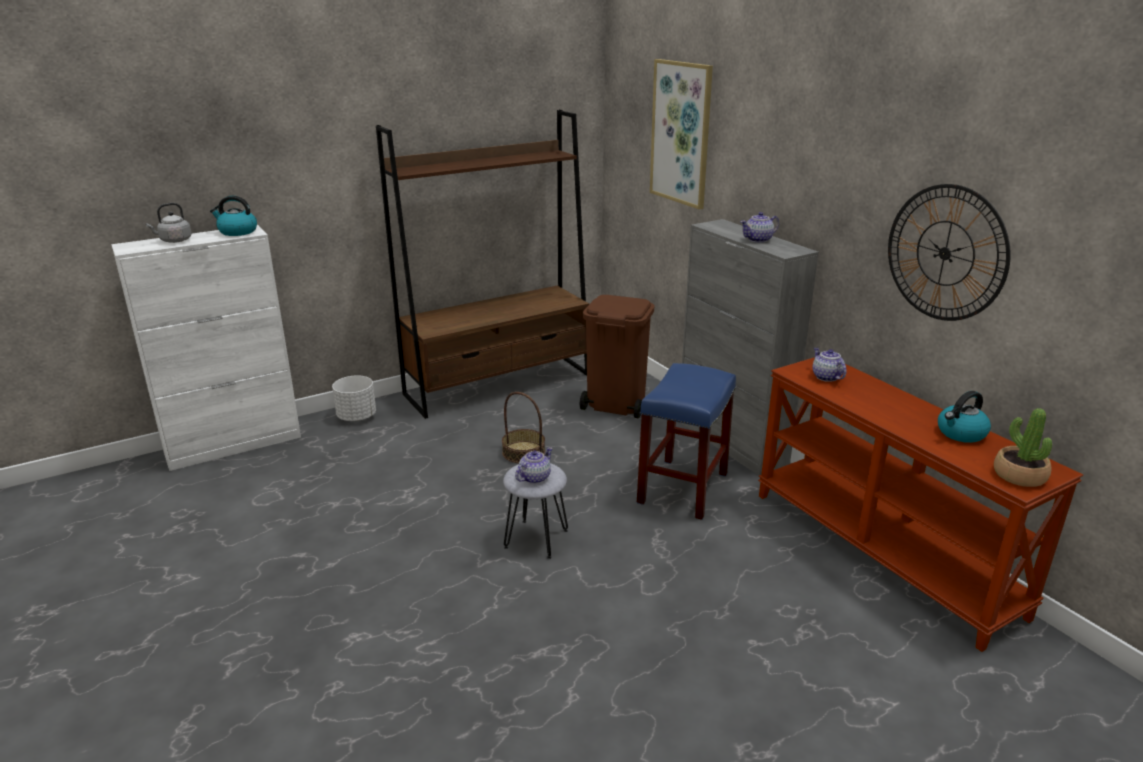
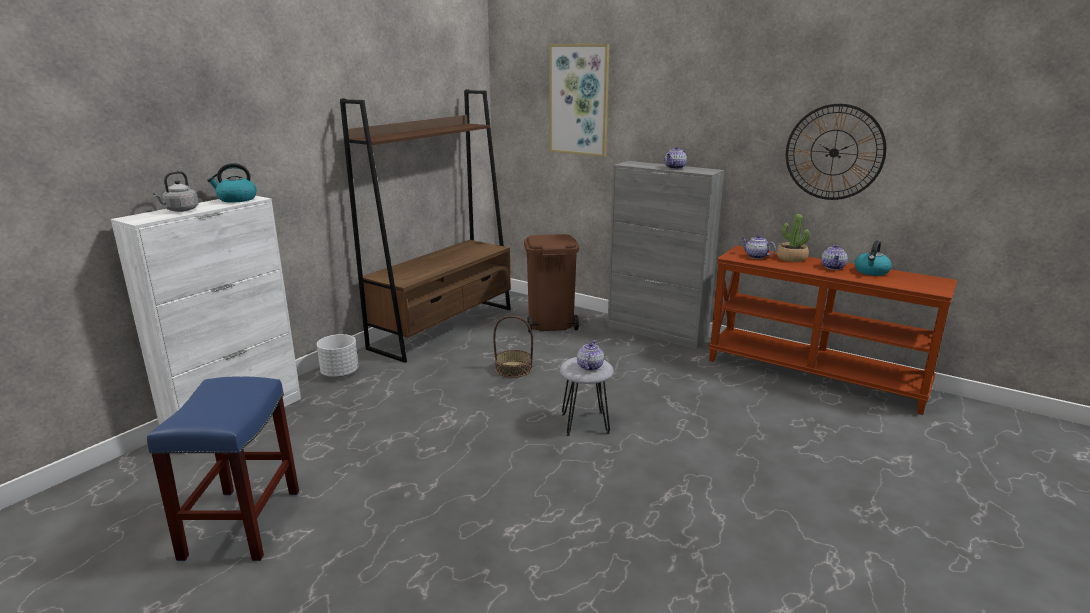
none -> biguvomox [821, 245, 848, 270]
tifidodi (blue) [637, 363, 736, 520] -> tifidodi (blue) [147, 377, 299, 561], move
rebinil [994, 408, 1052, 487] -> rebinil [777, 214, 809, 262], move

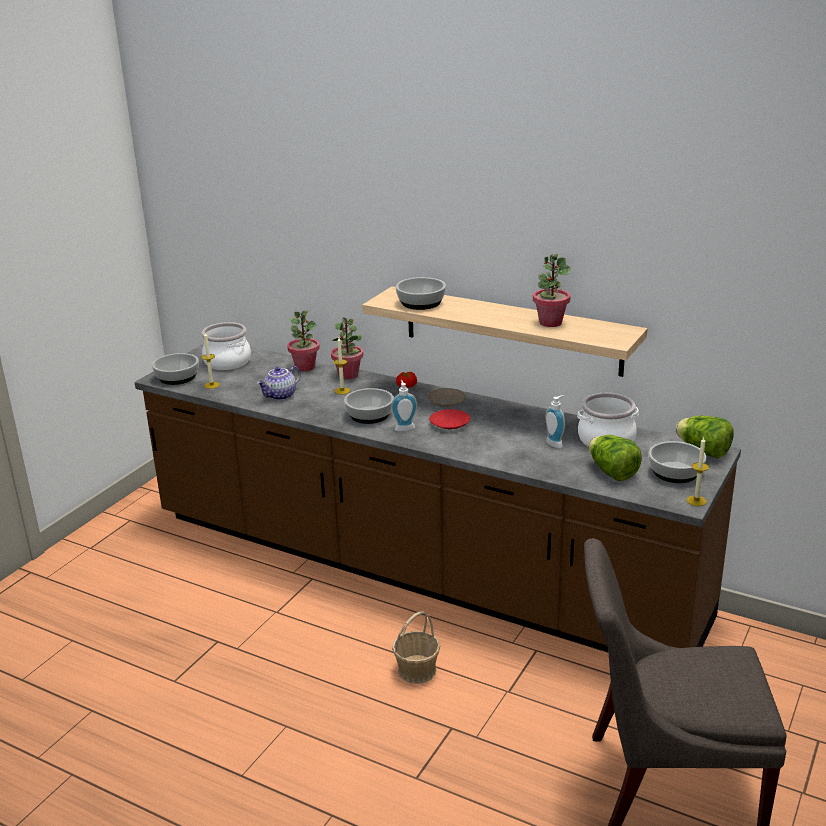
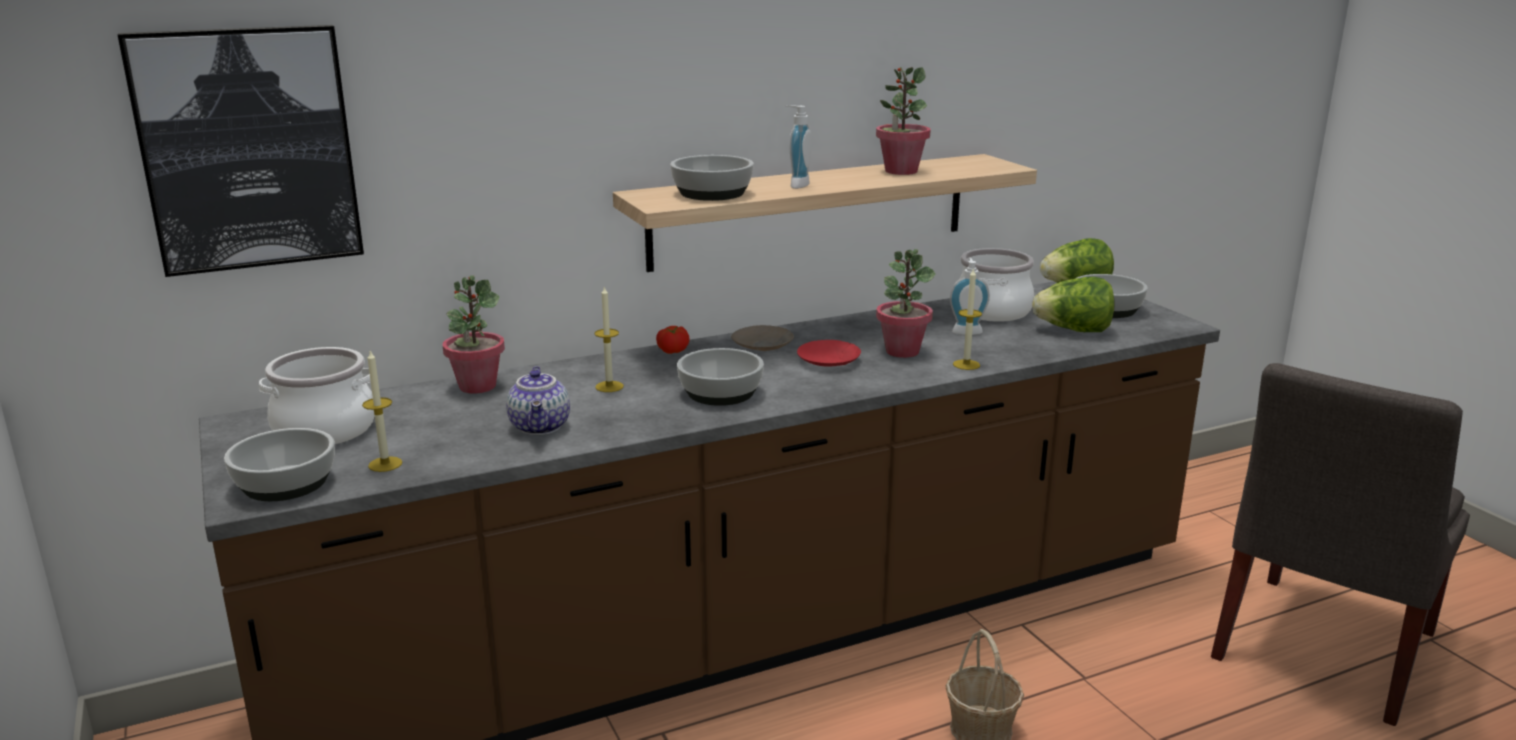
none -> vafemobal [118, 25, 364, 277]
rebinil [331, 317, 363, 379] -> rebinil [876, 249, 936, 358], move
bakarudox [391, 380, 417, 431] -> bakarudox [785, 105, 812, 189], move
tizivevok [687, 437, 709, 506] -> tizivevok [953, 268, 982, 370], move

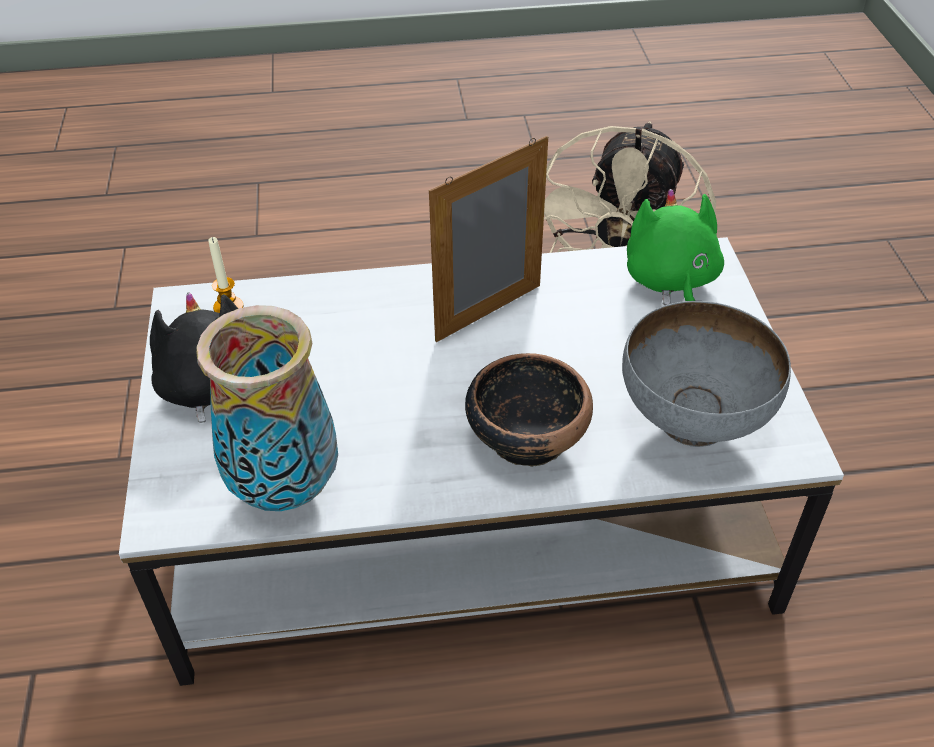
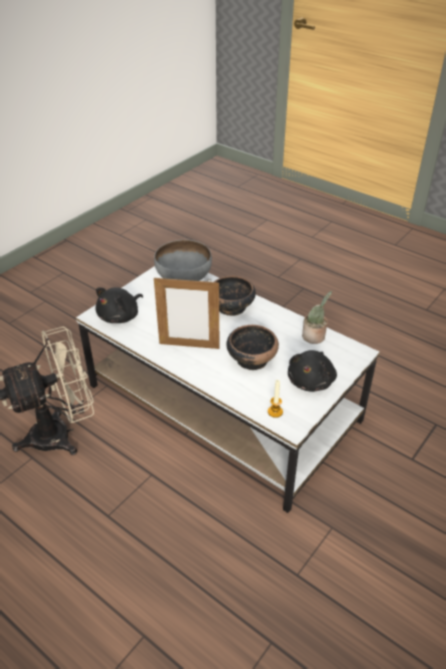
none -> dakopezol [227, 325, 279, 370]
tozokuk [196, 305, 338, 511] -> rebinil [302, 291, 332, 344]
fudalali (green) [627, 189, 724, 305] -> fudalali (black) [95, 287, 143, 323]

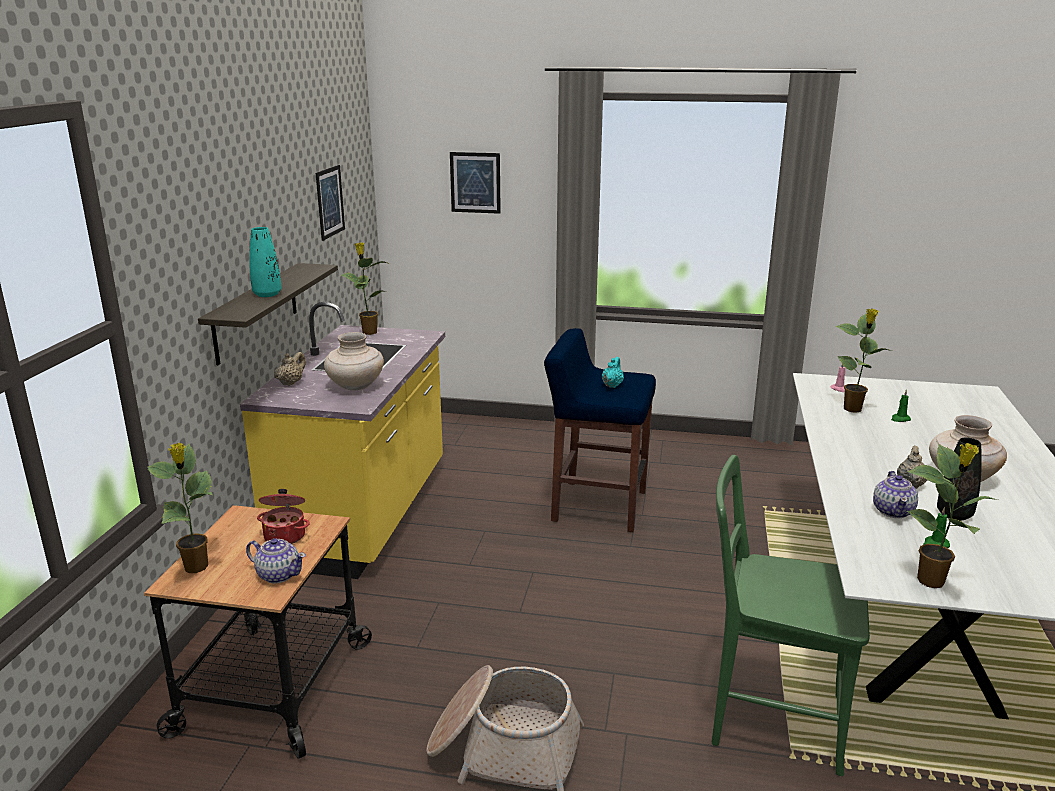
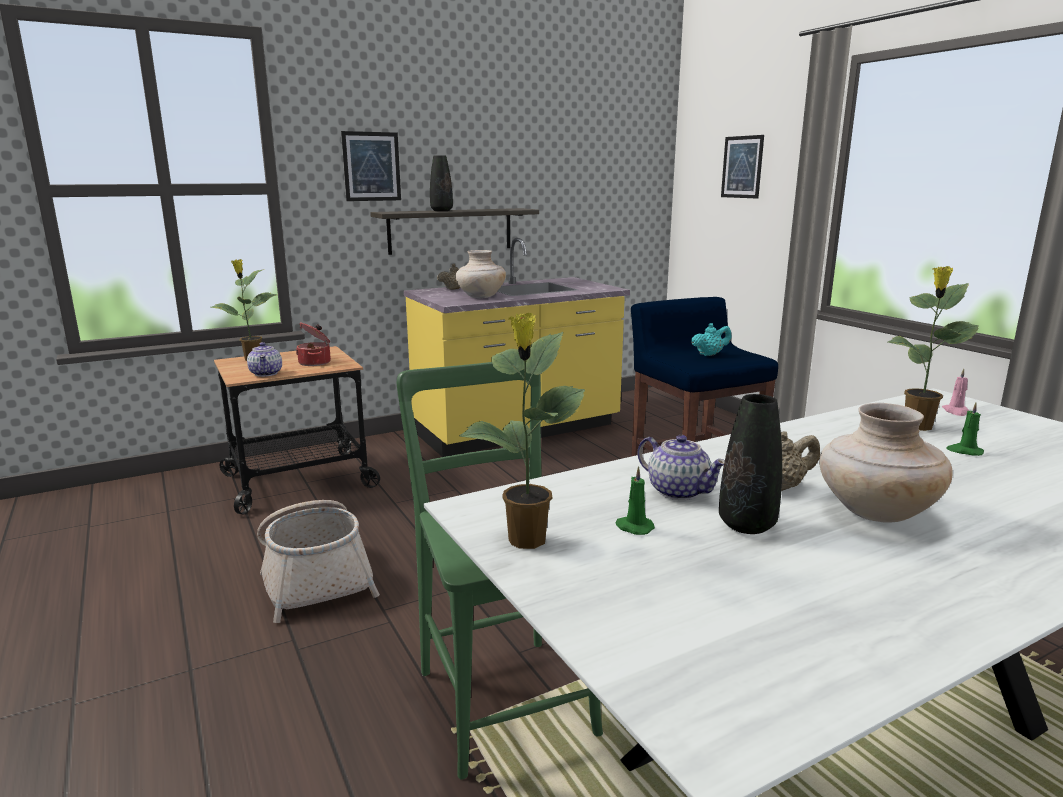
rebinil [341, 243, 390, 335] -> none
vafemobal [316, 165, 345, 241] -> vafemobal [341, 131, 401, 201], move
tozokuk (turquoise) [249, 227, 281, 297] -> tozokuk (black) [430, 155, 453, 211]
biguvomox [873, 471, 918, 518] -> biguvomox [637, 435, 725, 500], 105 degrees counterclockwise

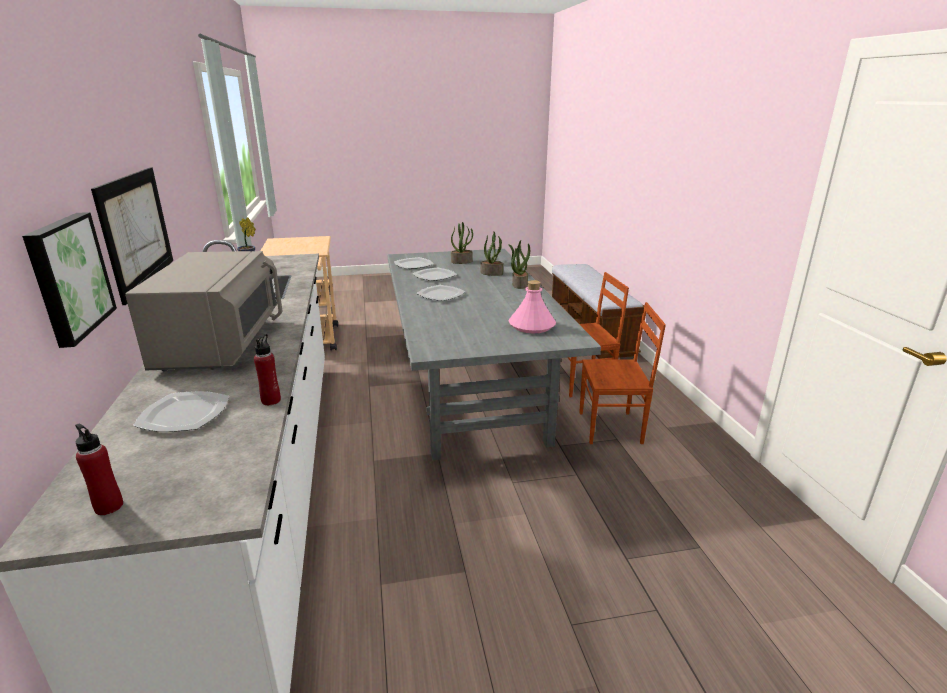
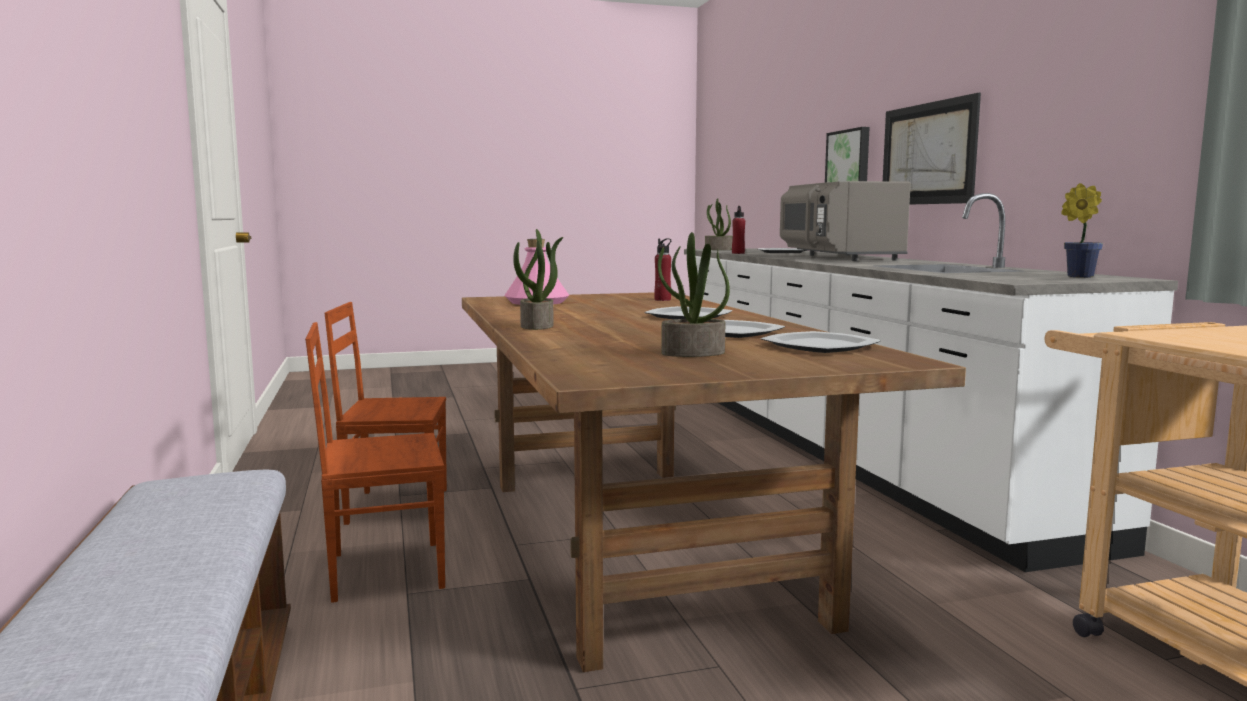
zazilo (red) [75, 424, 123, 515] -> zazilo (red) [654, 238, 671, 301], move
rebinil [481, 231, 503, 276] -> rebinil [705, 198, 733, 250], move
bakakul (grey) [388, 249, 601, 460] -> bakakul (brown) [462, 292, 966, 672]

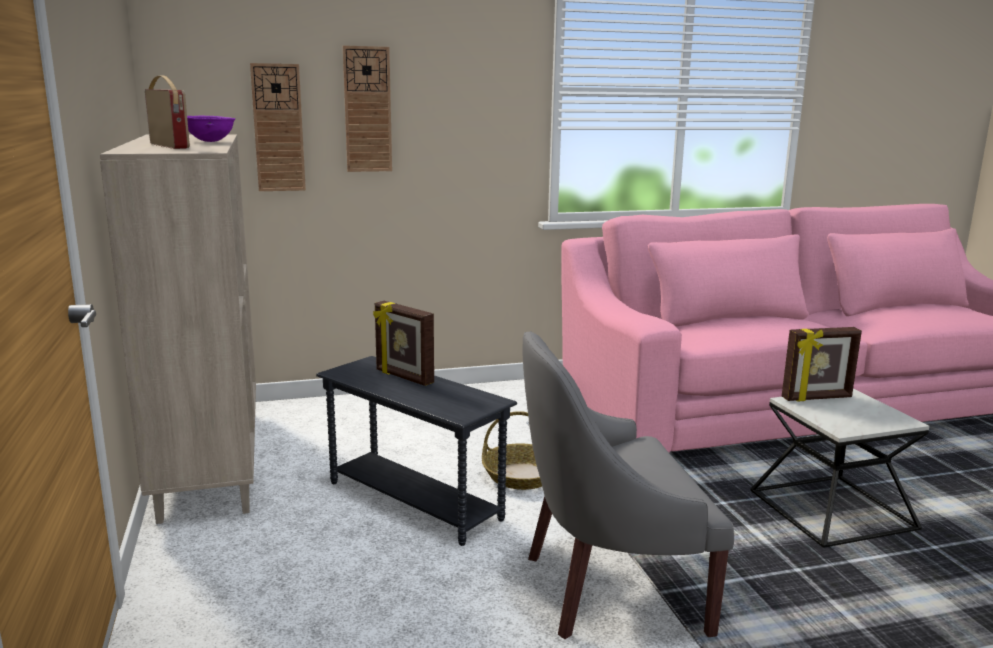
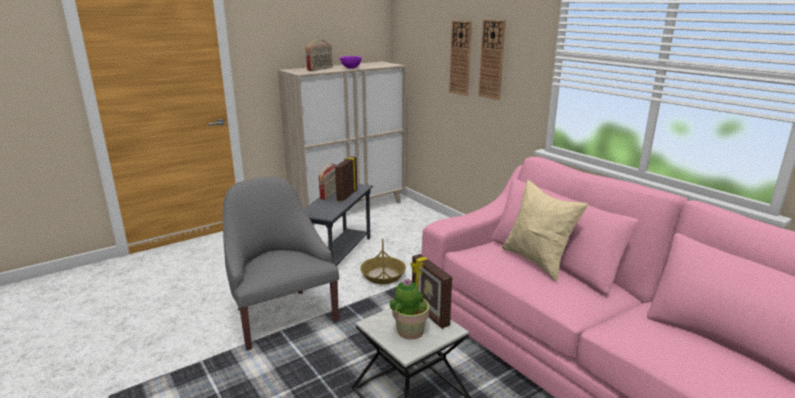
none -> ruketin [319, 163, 336, 200]
none -> rebinil [390, 278, 429, 340]
none -> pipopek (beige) [502, 180, 588, 282]
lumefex [250, 63, 306, 191] -> lumefex [479, 20, 506, 100], move

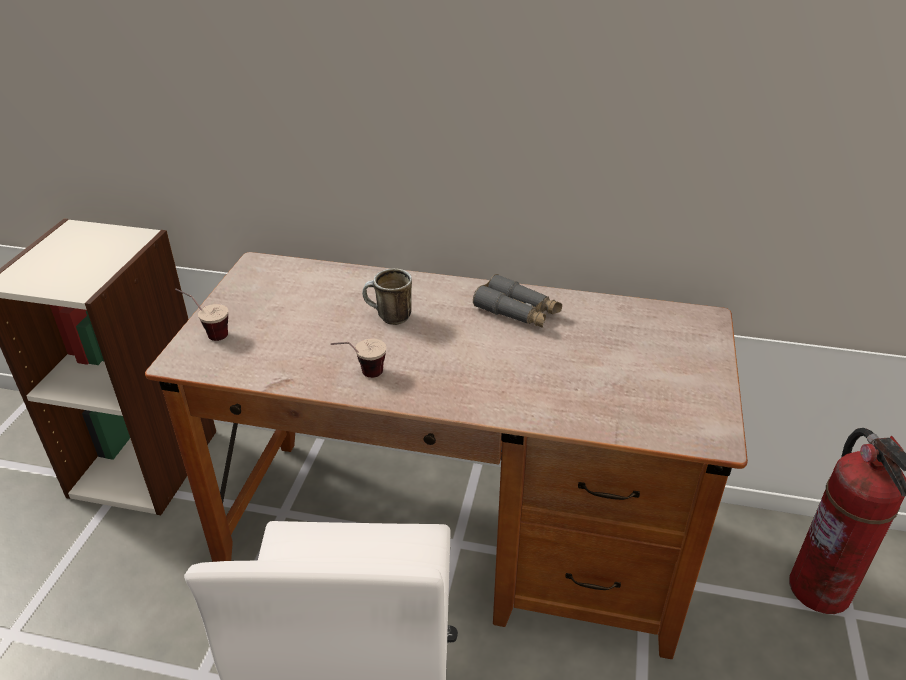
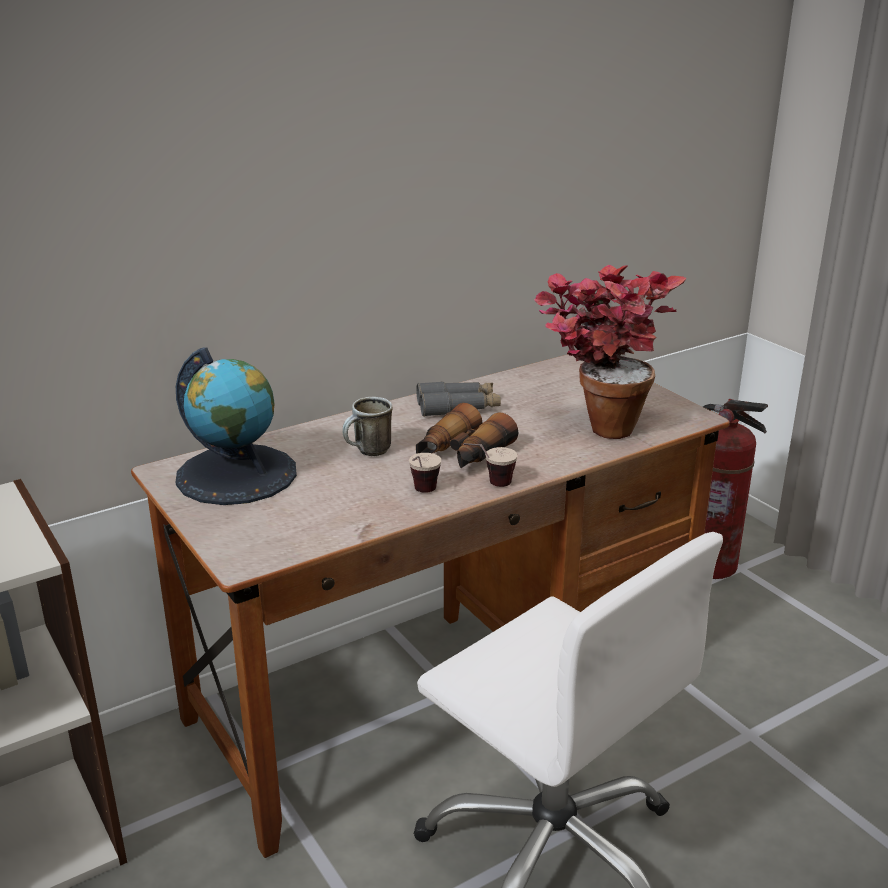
none -> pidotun [175, 347, 297, 505]
none -> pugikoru [416, 403, 518, 468]
none -> rebinil [534, 265, 686, 439]
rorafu [175, 288, 228, 341] -> rorafu [463, 443, 517, 487], move

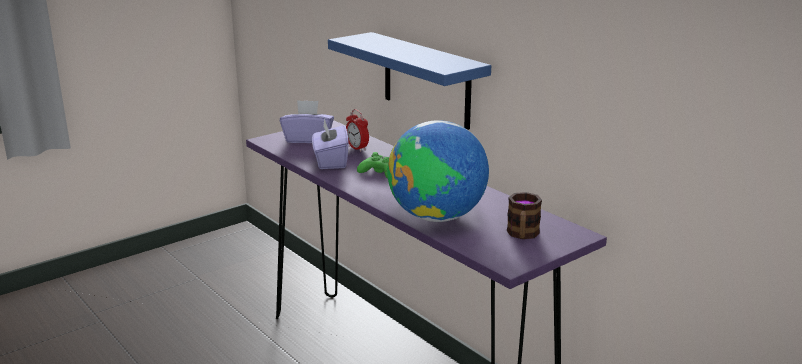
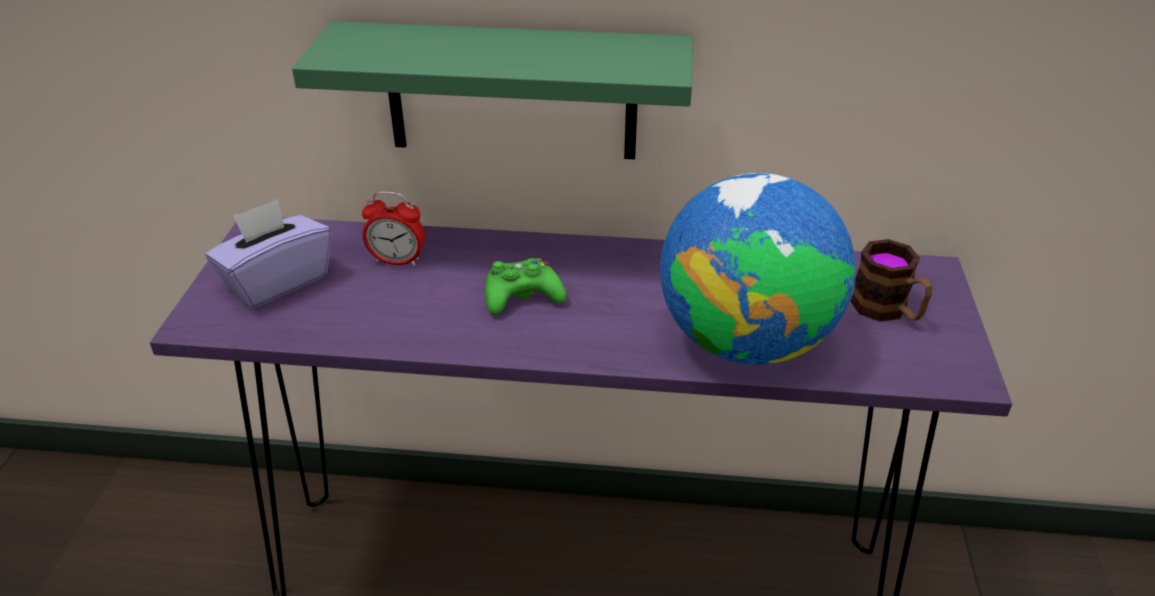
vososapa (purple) [312, 119, 349, 169] -> none
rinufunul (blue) [328, 32, 491, 130] -> rinufunul (green) [292, 21, 693, 159]

